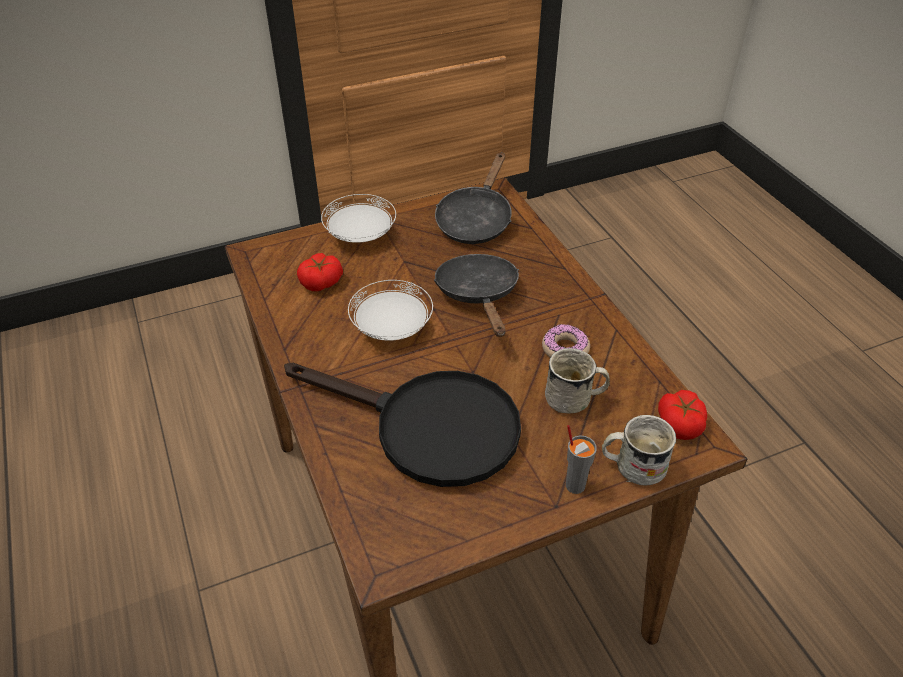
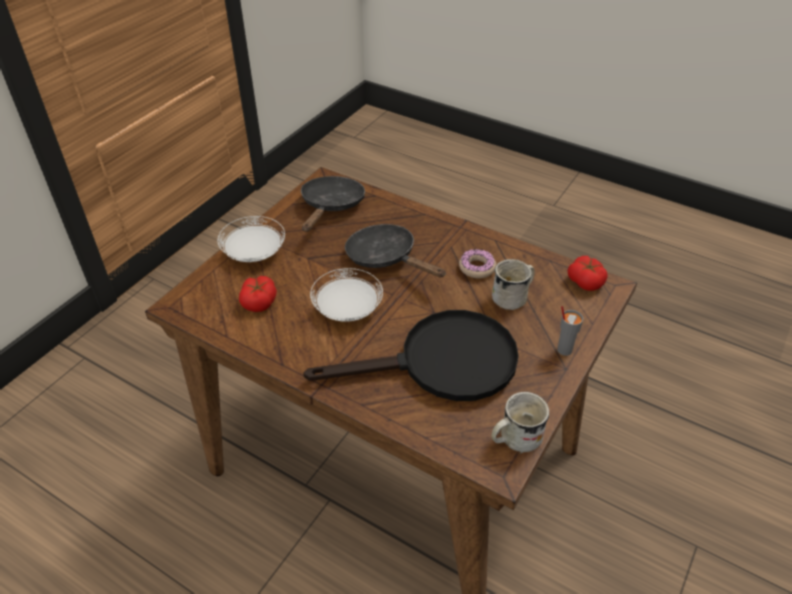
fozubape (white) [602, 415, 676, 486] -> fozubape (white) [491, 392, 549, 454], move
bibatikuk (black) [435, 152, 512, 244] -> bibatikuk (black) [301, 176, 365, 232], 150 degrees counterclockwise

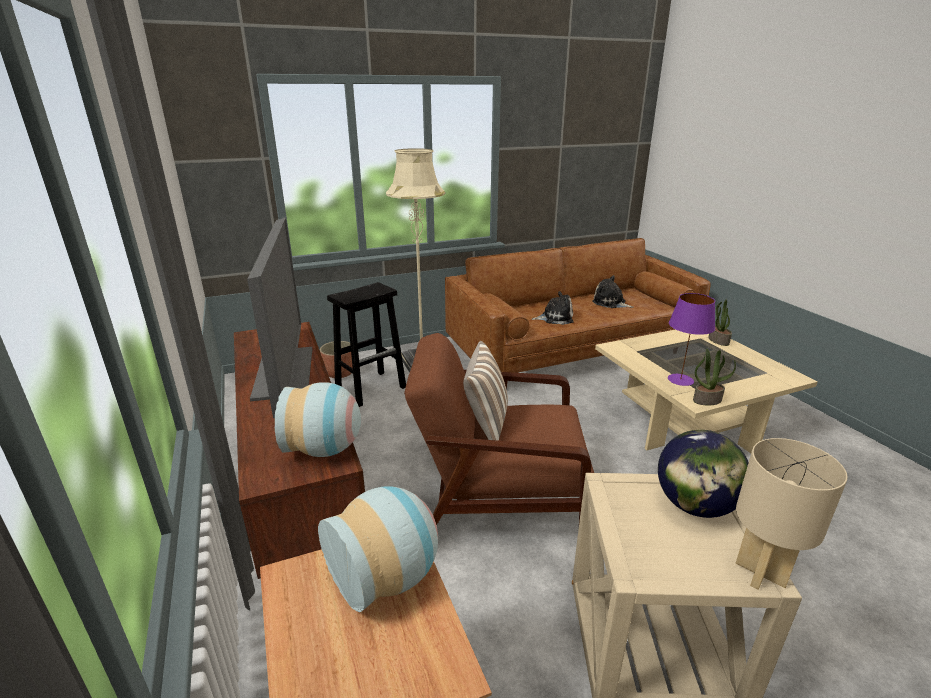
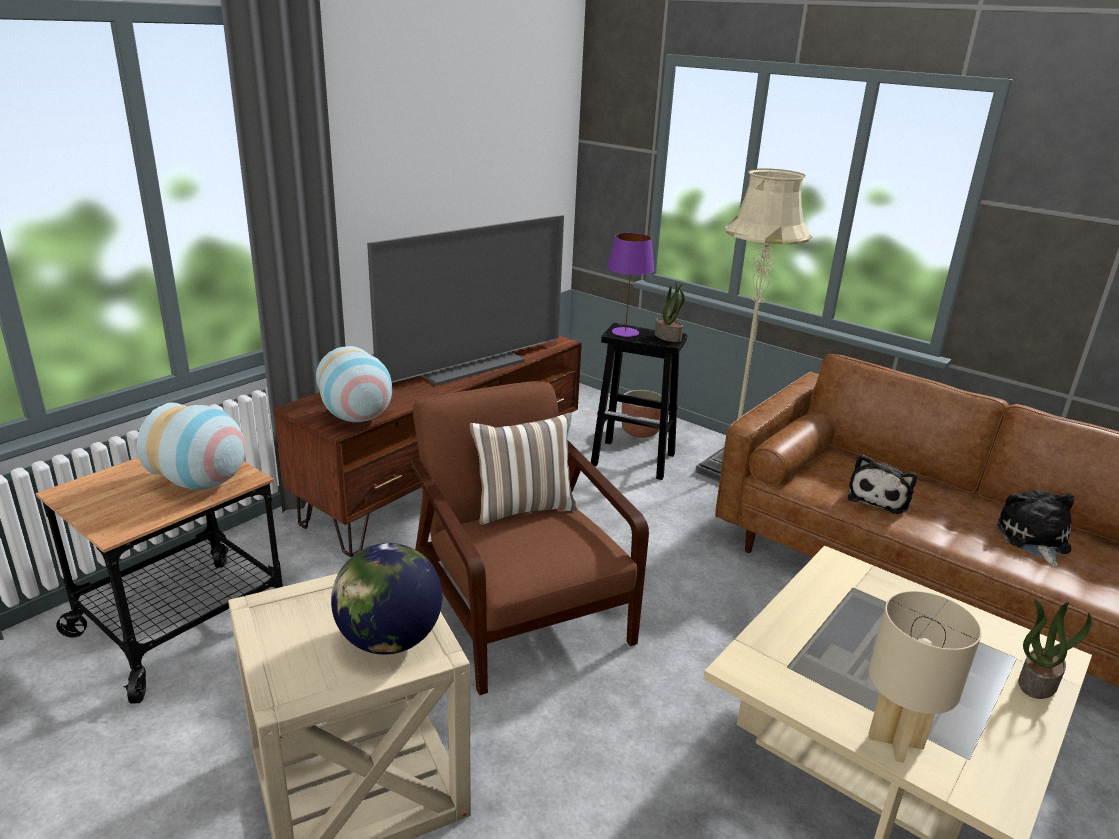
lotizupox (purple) [668, 293, 715, 386] -> lotizupox (purple) [607, 233, 655, 337], move
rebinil [693, 349, 736, 406] -> rebinil [655, 281, 685, 342], move
lotizupox (beige) [736, 438, 848, 590] -> lotizupox (beige) [868, 591, 982, 762], move
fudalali [532, 291, 574, 325] -> fudalali [848, 455, 917, 514], 60 degrees clockwise

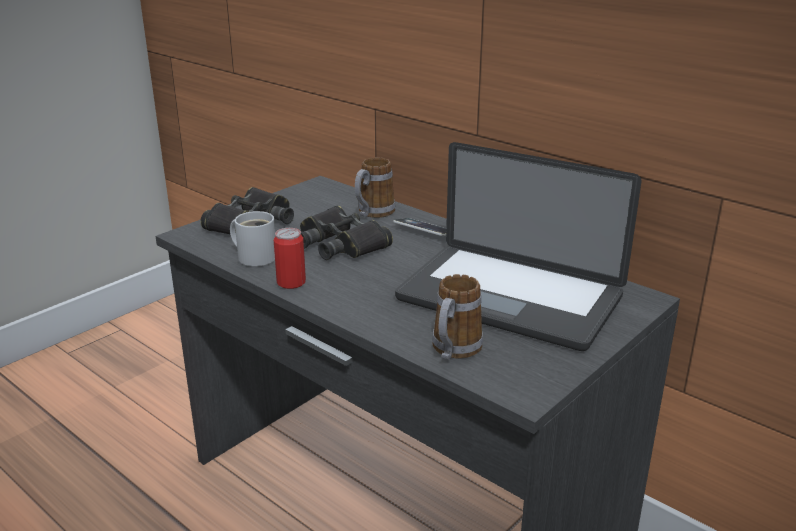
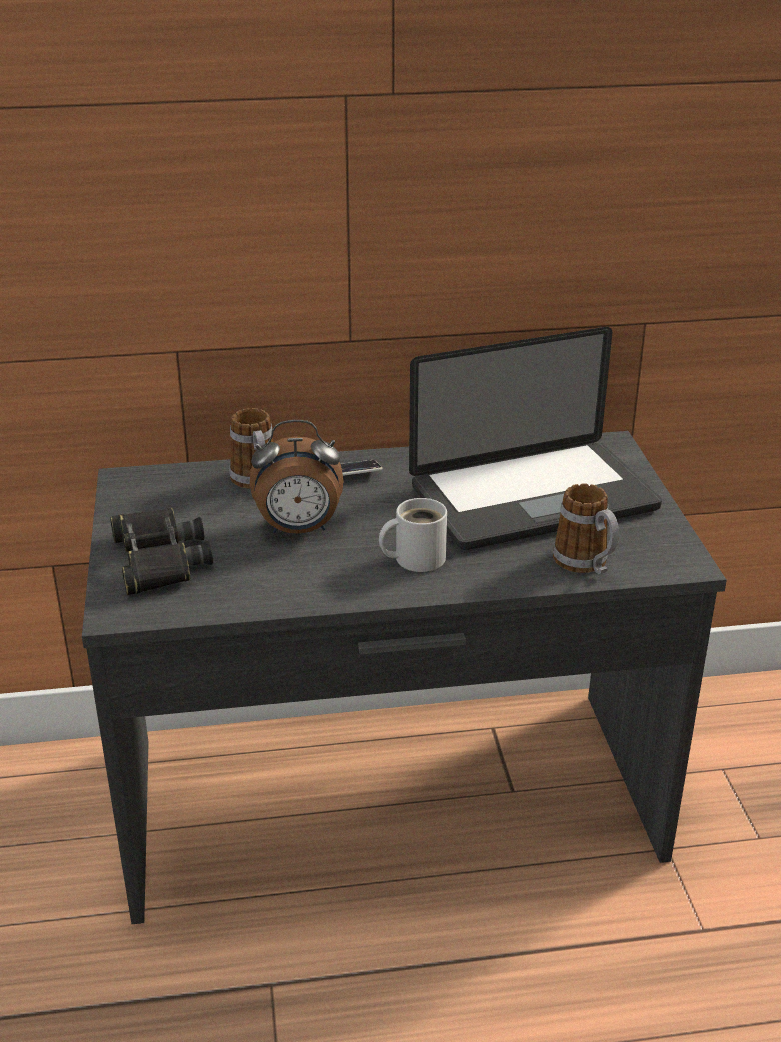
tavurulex [274, 228, 306, 289] -> none
fozubape (white) [230, 211, 275, 267] -> fozubape (white) [379, 498, 447, 572], move
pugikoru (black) [300, 206, 393, 260] -> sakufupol [250, 420, 344, 534]

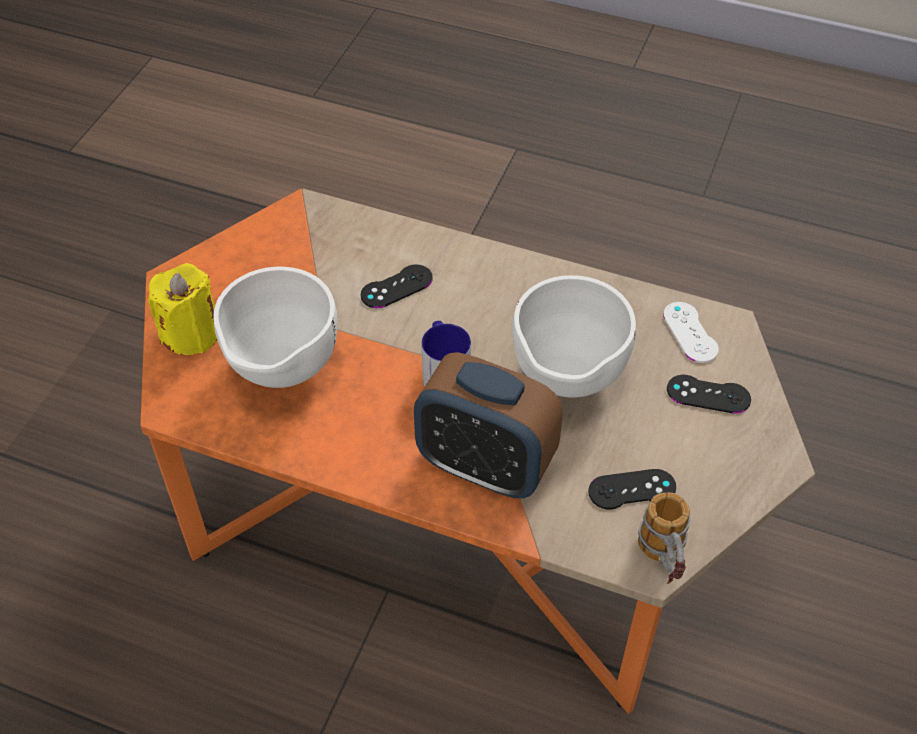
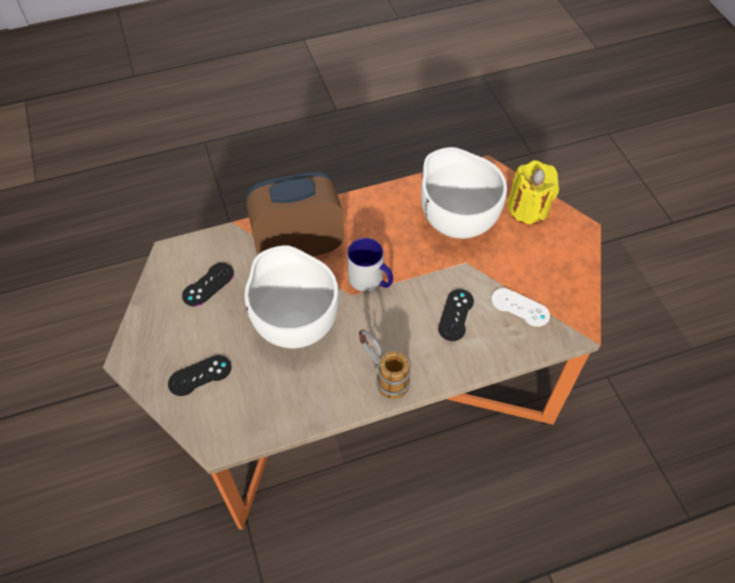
fozubape [638, 492, 691, 584] -> fozubape [359, 329, 411, 399], move
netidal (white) [663, 302, 719, 363] -> netidal (white) [491, 288, 550, 327], move

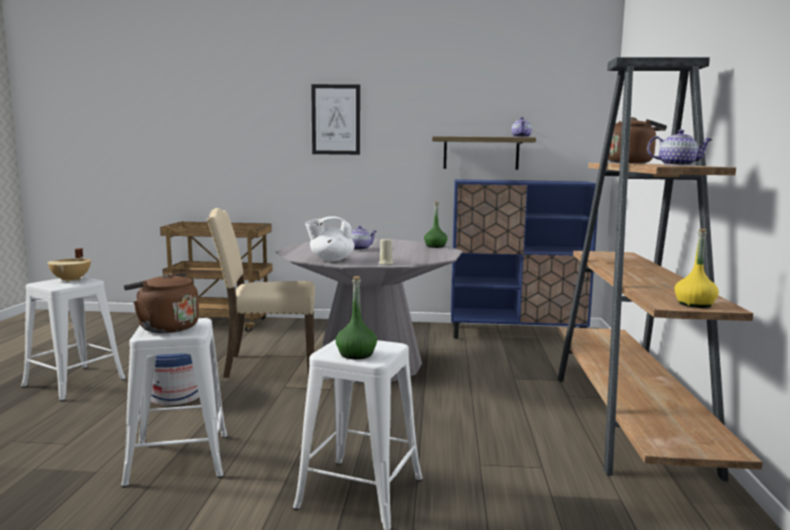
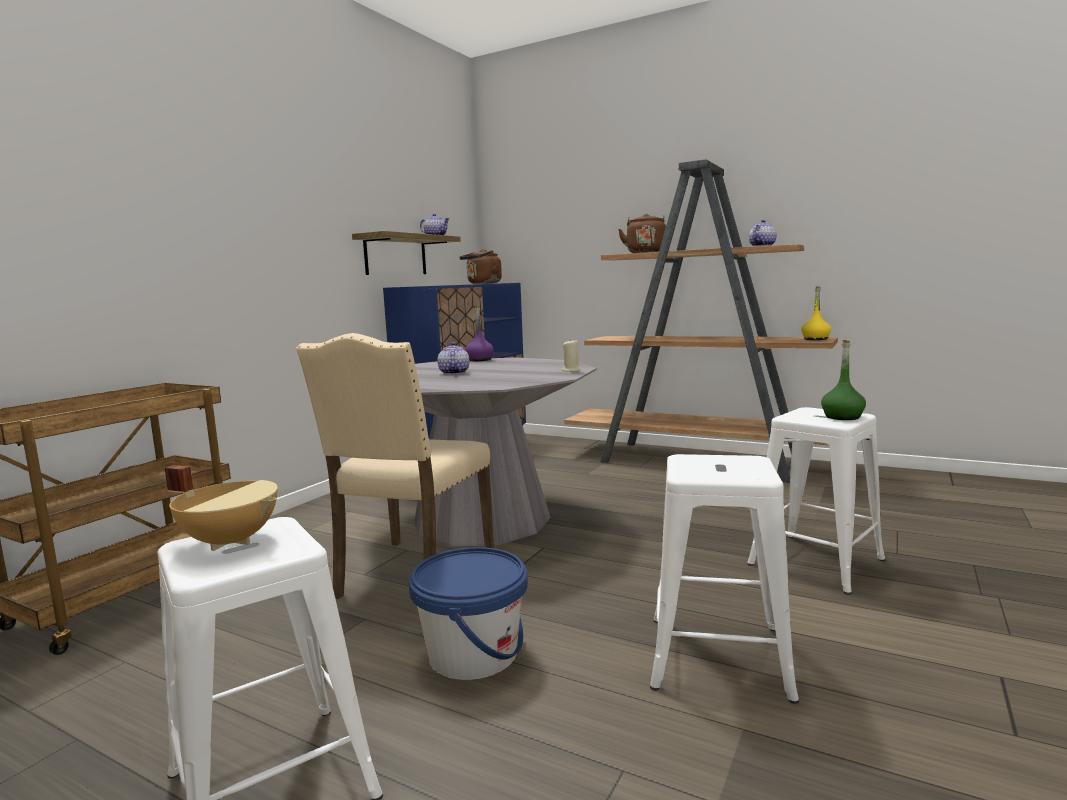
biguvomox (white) [305, 216, 355, 261] -> none
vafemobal [311, 84, 360, 155] -> none
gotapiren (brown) [124, 272, 199, 333] -> gotapiren (brown) [460, 249, 502, 284], move
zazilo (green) [424, 201, 448, 248] -> zazilo (purple) [465, 306, 494, 361]

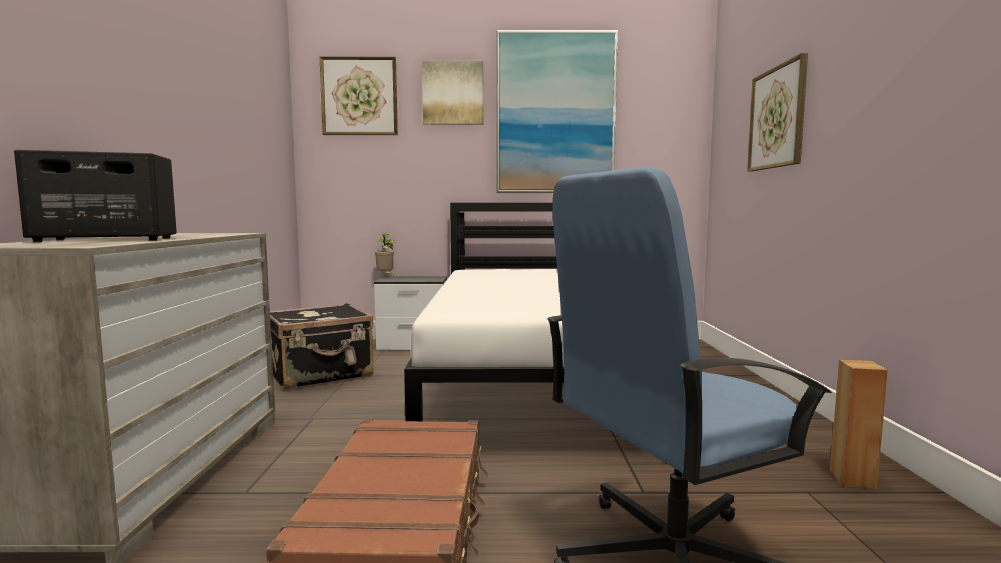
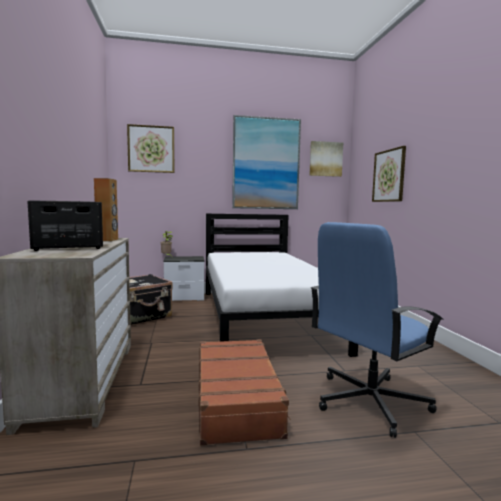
vafemobal [422, 61, 483, 125] -> vafemobal [309, 141, 343, 177], move
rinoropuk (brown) [830, 360, 888, 489] -> rinoropuk (brown) [94, 178, 118, 241], move

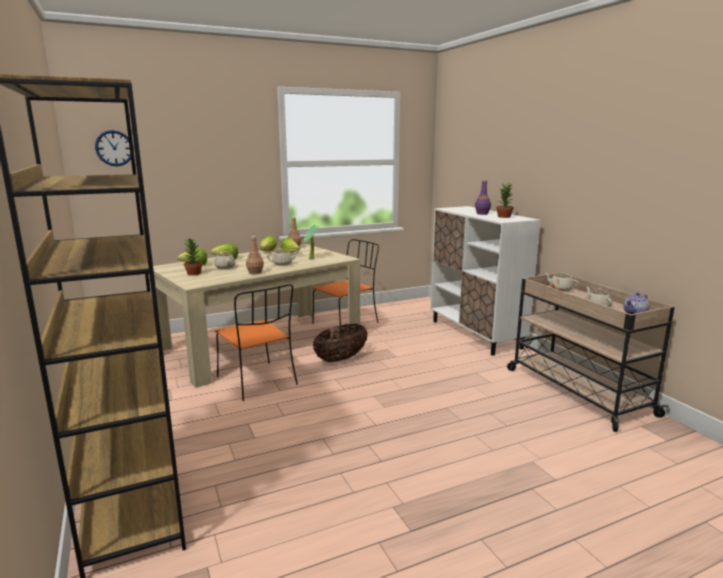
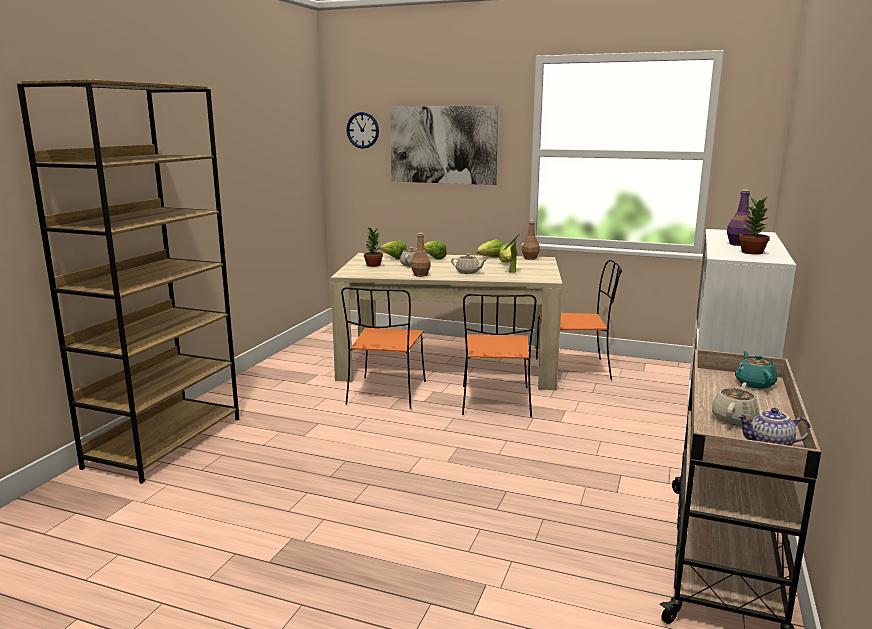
none -> vafemobal [390, 106, 498, 185]
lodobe [313, 324, 368, 362] -> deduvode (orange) [462, 294, 536, 417]
biguvomox (beige) [545, 272, 579, 291] -> biguvomox (turquoise) [735, 351, 778, 389]

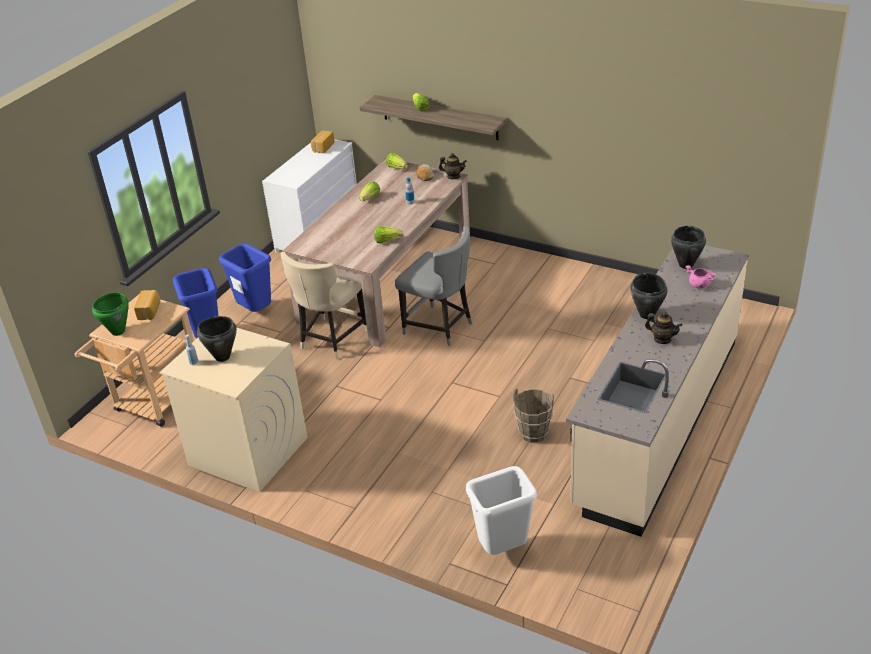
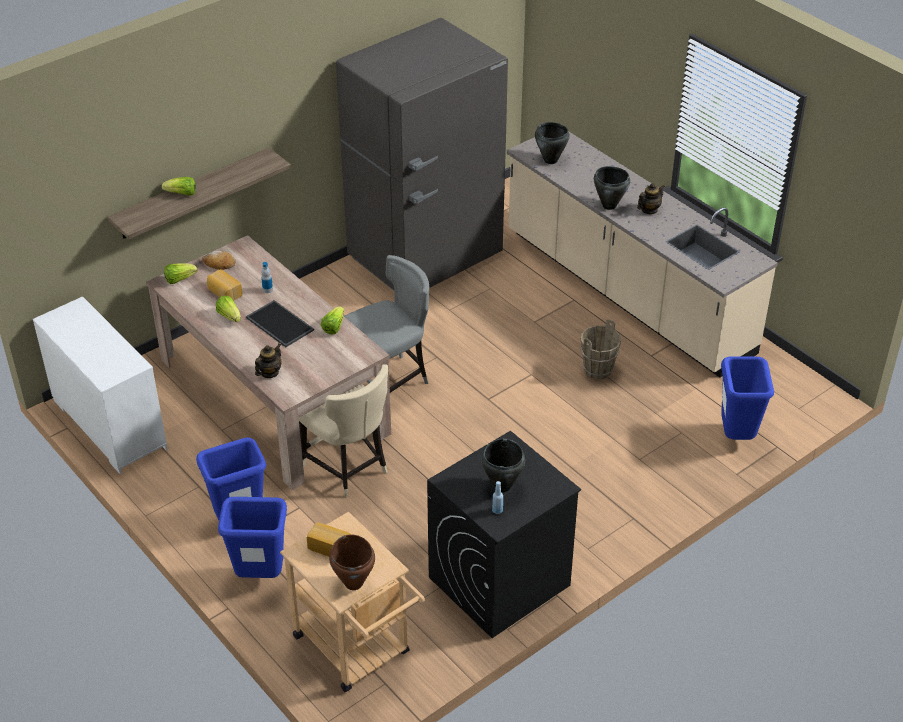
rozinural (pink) [685, 265, 717, 288] -> none
none -> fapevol [246, 300, 314, 347]
none -> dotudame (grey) [336, 18, 508, 291]
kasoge [311, 130, 335, 153] -> kasoge [207, 269, 243, 301], move
biguvomox [439, 153, 467, 179] -> biguvomox [255, 343, 282, 378], move
rozinural (green) [92, 292, 129, 336] -> rozinural (brown) [329, 535, 375, 590]
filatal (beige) [159, 328, 307, 492] -> filatal (black) [427, 431, 581, 638]
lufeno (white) [466, 466, 537, 555] -> lufeno (blue) [721, 356, 774, 440]

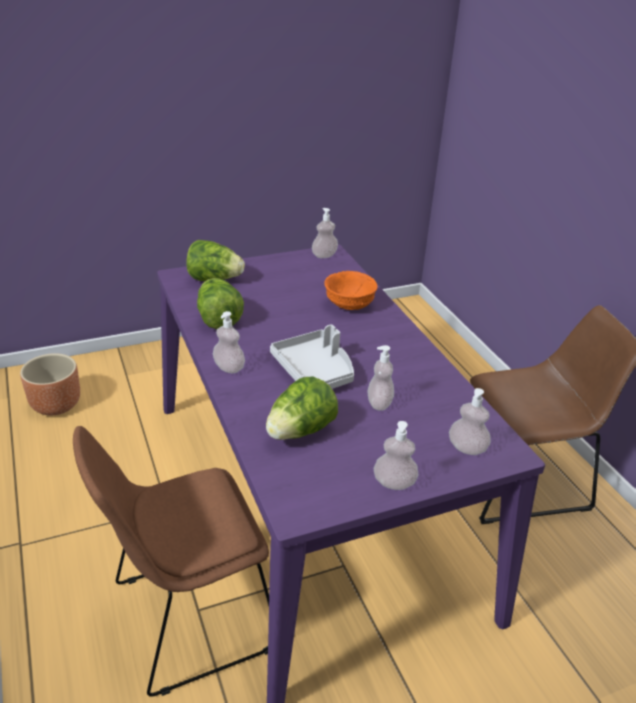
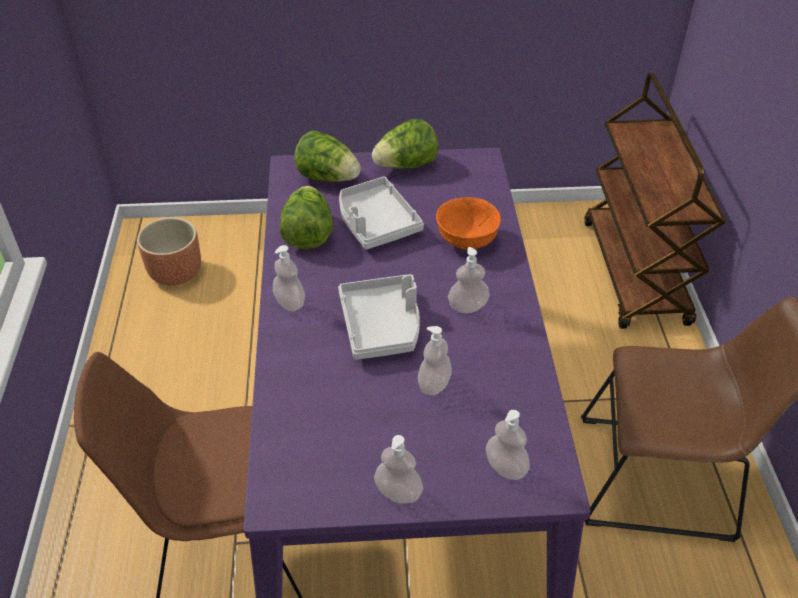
none -> fapevol (grey) [339, 177, 424, 250]
none -> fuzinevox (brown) [584, 72, 726, 329]
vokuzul [266, 377, 338, 440] -> vokuzul [372, 119, 438, 169], move
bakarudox [312, 208, 338, 258] -> bakarudox [448, 247, 490, 313], move

